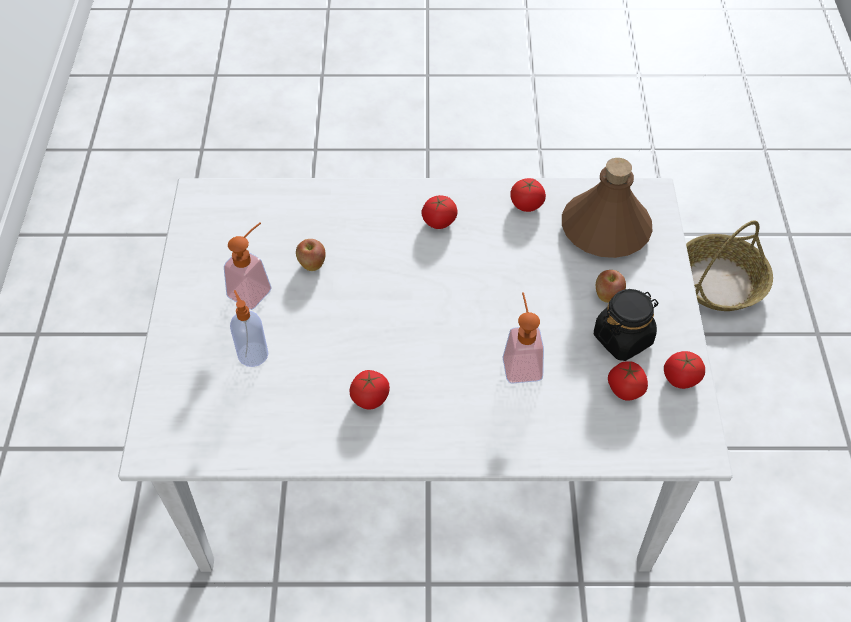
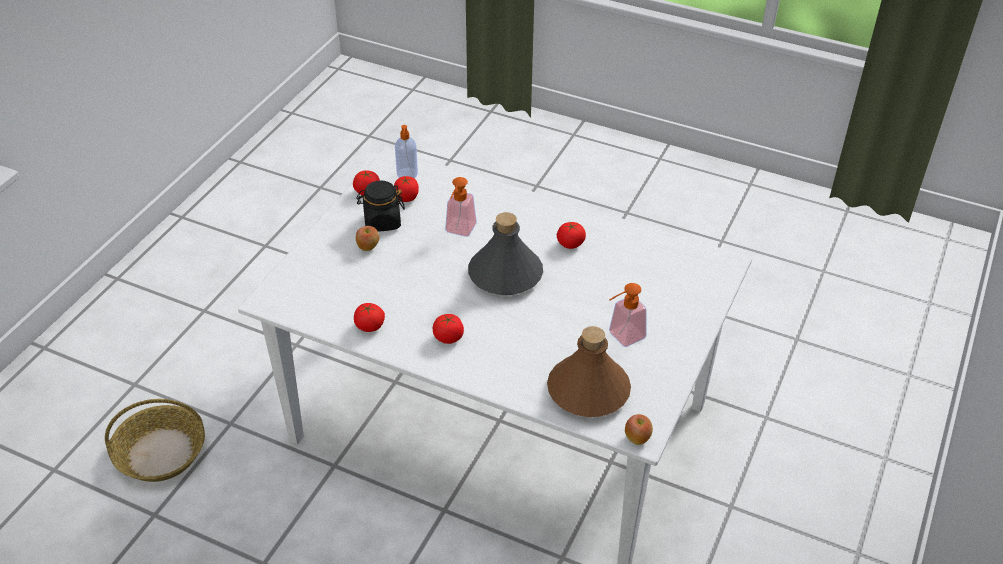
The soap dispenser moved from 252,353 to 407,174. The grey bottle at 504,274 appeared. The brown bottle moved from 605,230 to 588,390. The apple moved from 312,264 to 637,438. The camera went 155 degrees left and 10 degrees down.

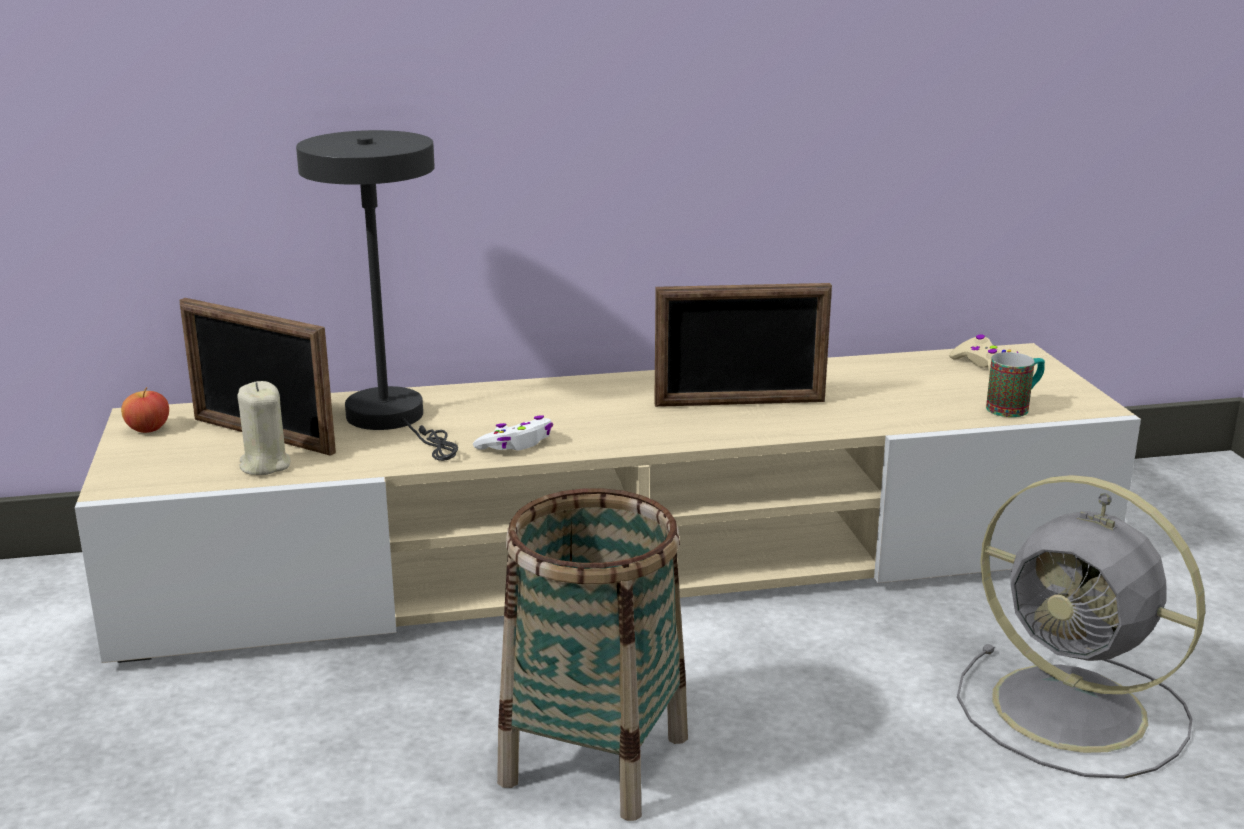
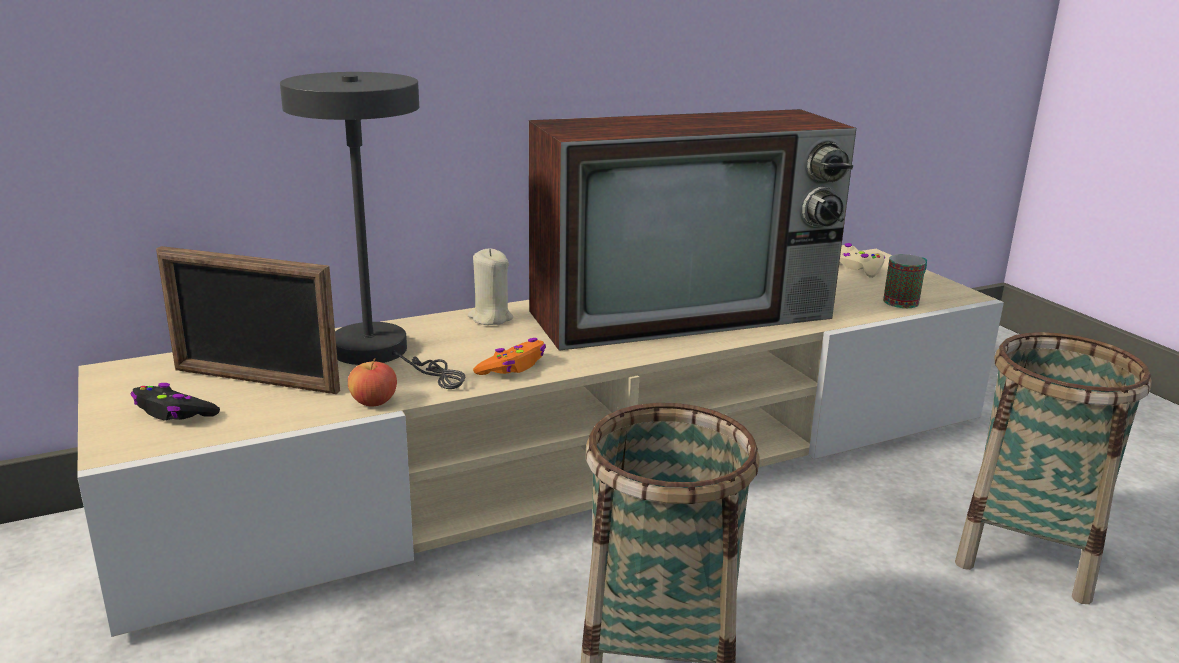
The black game controller at 174,413 appeared. The apple moved from 148,429 to 373,402. The beige candle moved from 264,465 to 490,318. The white game controller at 517,444 became the orange game controller at 513,367. The picture frame at 739,403 was replaced by the television at 685,313. The grey fan at 1075,711 was replaced by the basket at 1028,553. The camera went 15 degrees left and 0 degrees up.

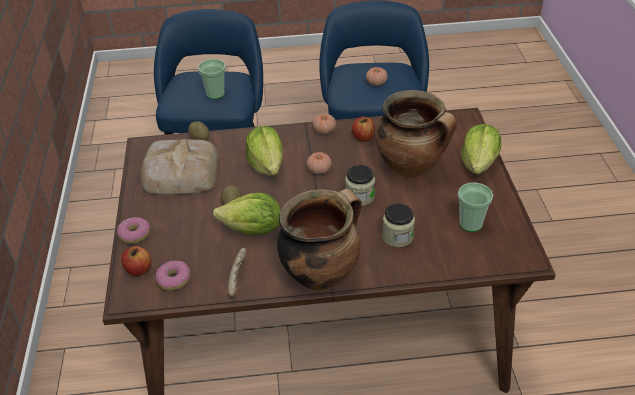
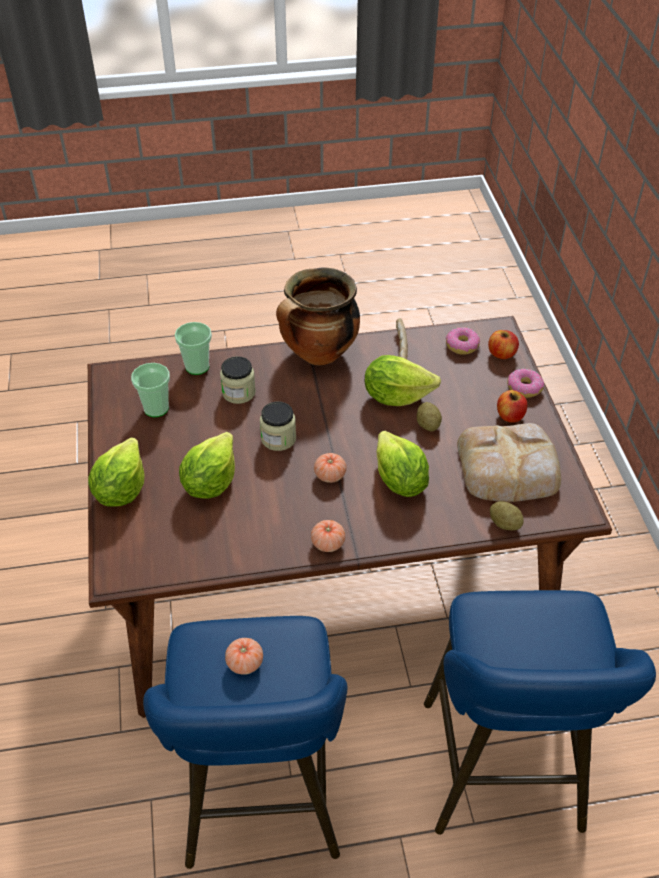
The cup moved from 215,94 to 197,366. The cooking pot at 411,167 was replaced by the lettuce at 210,482. The apple moved from 363,137 to 510,416. The camera went 175 degrees right and 5 degrees up.

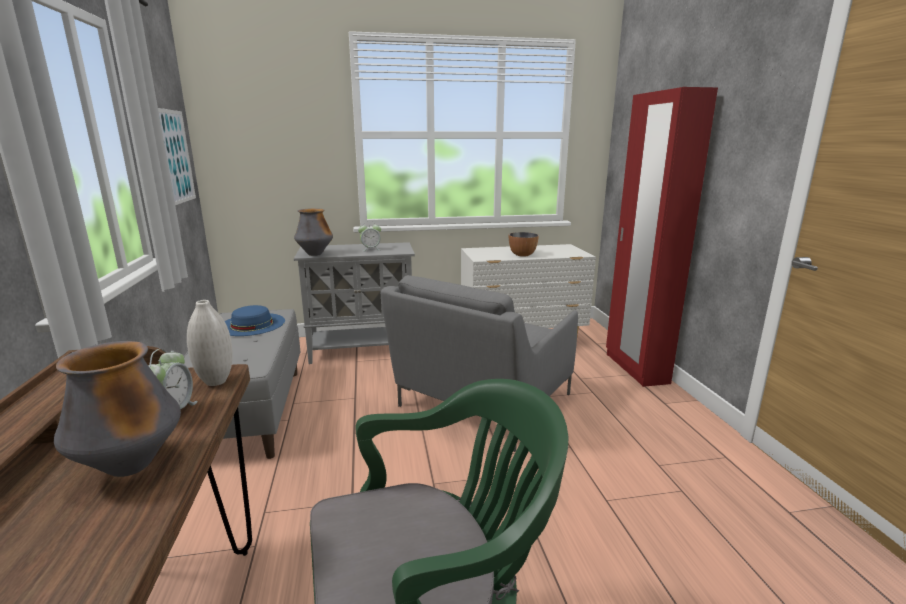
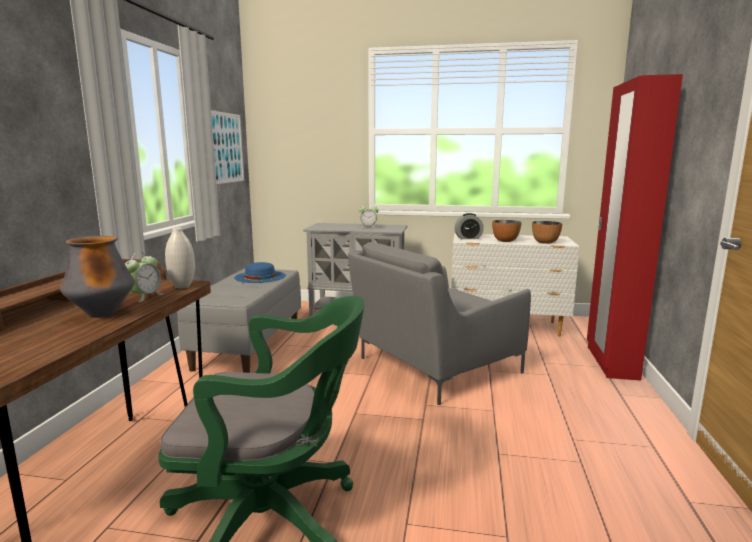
The alarm clock at 468,238 appeared. The bowl at 545,242 appeared. The vase at 315,254 disappeared. The camera went 20 degrees right and 5 degrees down.

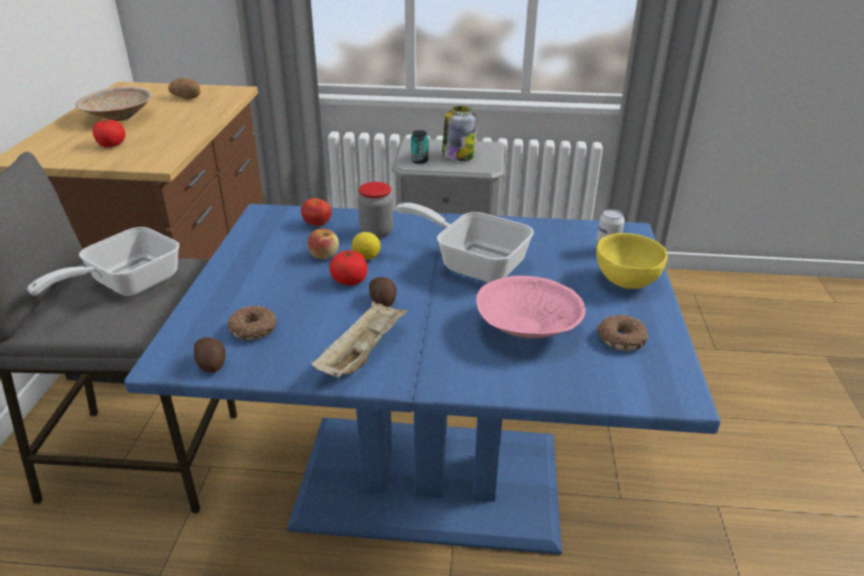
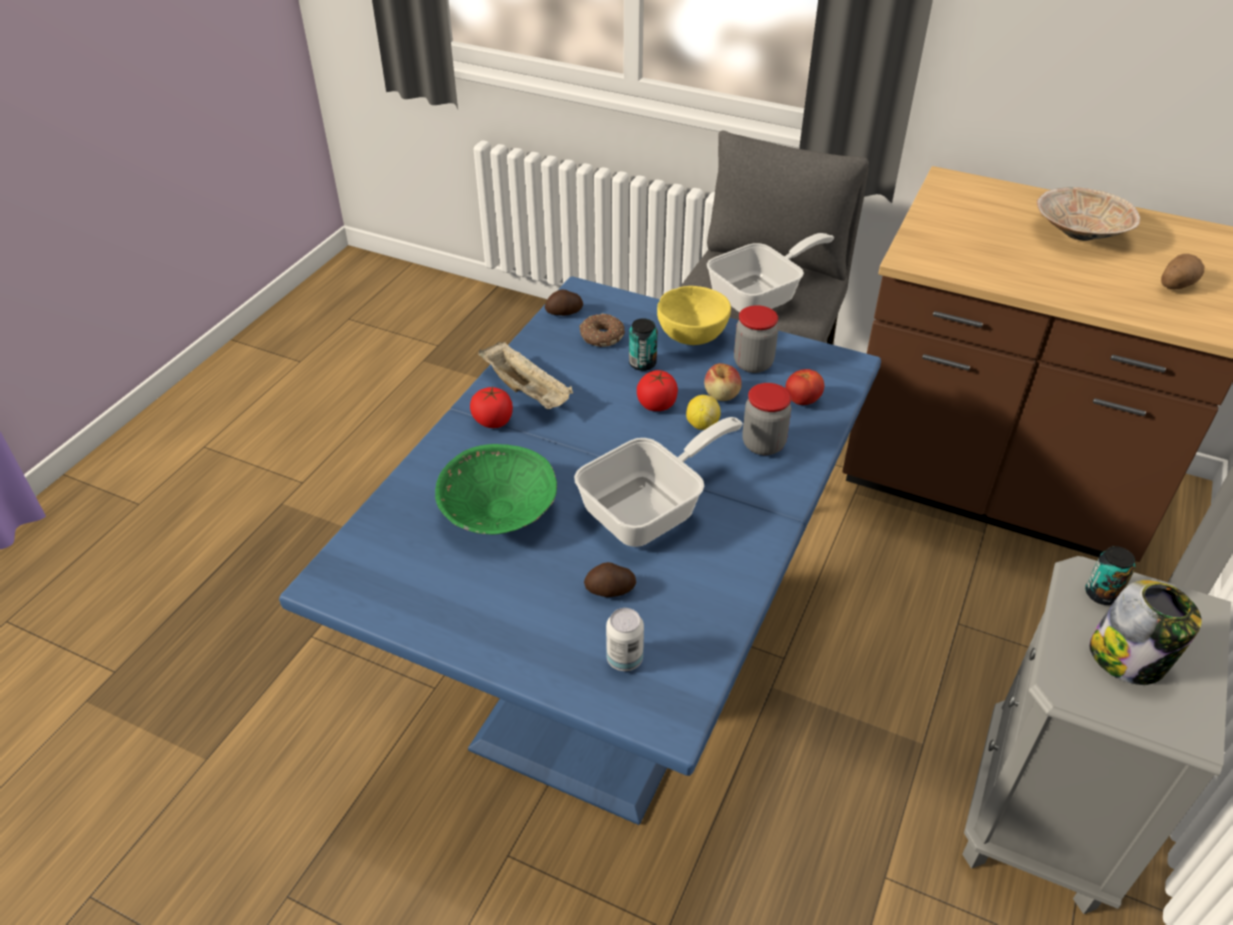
The pink bowl at 528,328 became the green bowl at 498,512. The tomato moved from 112,145 to 493,421. The potato moved from 383,300 to 610,590. The can at 642,363 appeared. The yellow bowl moved from 625,281 to 691,336. The frying pan at 126,285 turned 90 degrees clockwise. The jar at 753,363 appeared. The donut at 620,339 disappeared. The camera went 110 degrees right and 10 degrees up.

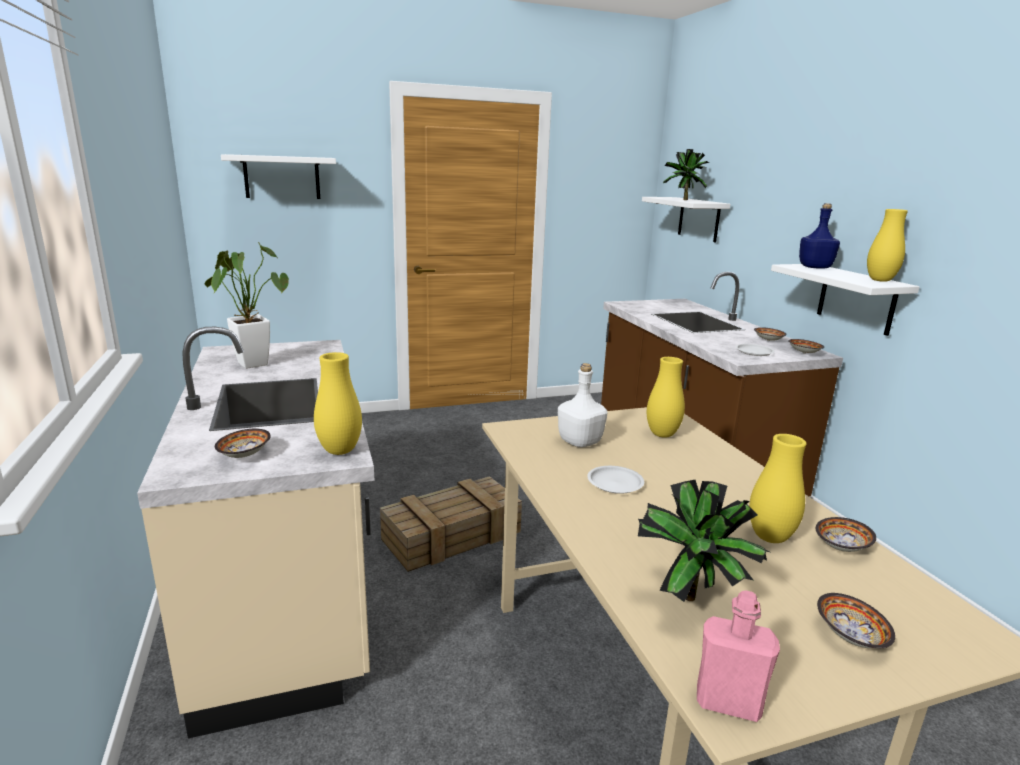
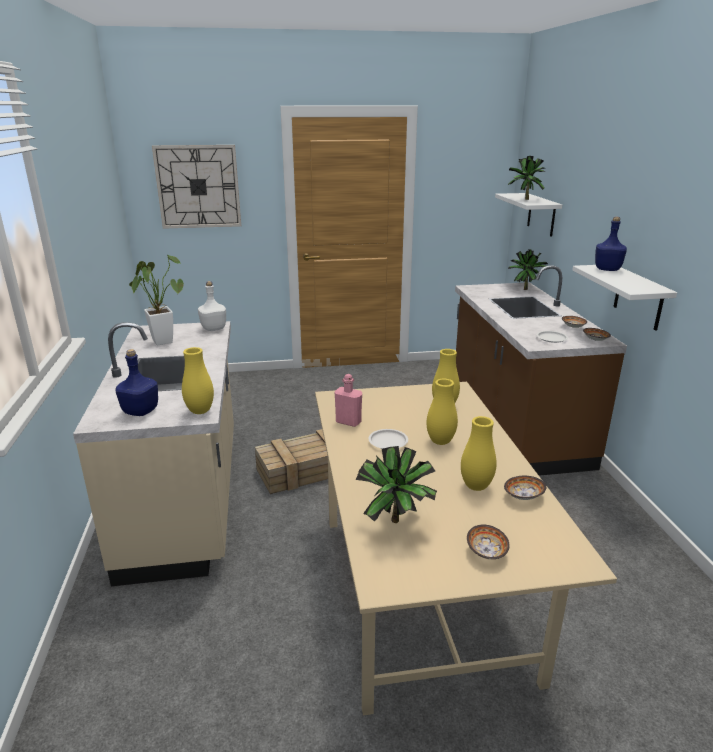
The bowl at 246,455 was replaced by the blue bottle at 141,411. The white shelf at 282,177 was replaced by the wall clock at 198,187. The white bottle moved from 579,442 to 213,328. The pink bottle moved from 728,703 to 348,422. The yellow vase moved from 880,280 to 440,441. The potted plant at 524,289 appeared. The camera went 10 degrees right and 5 degrees up.

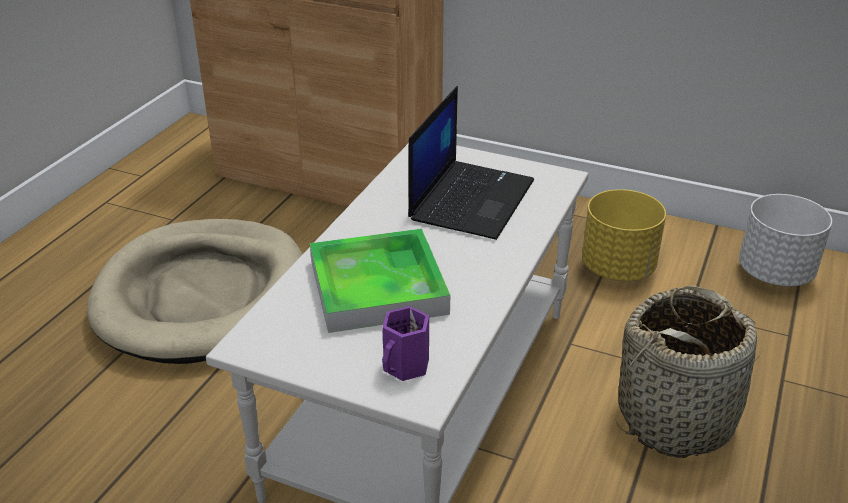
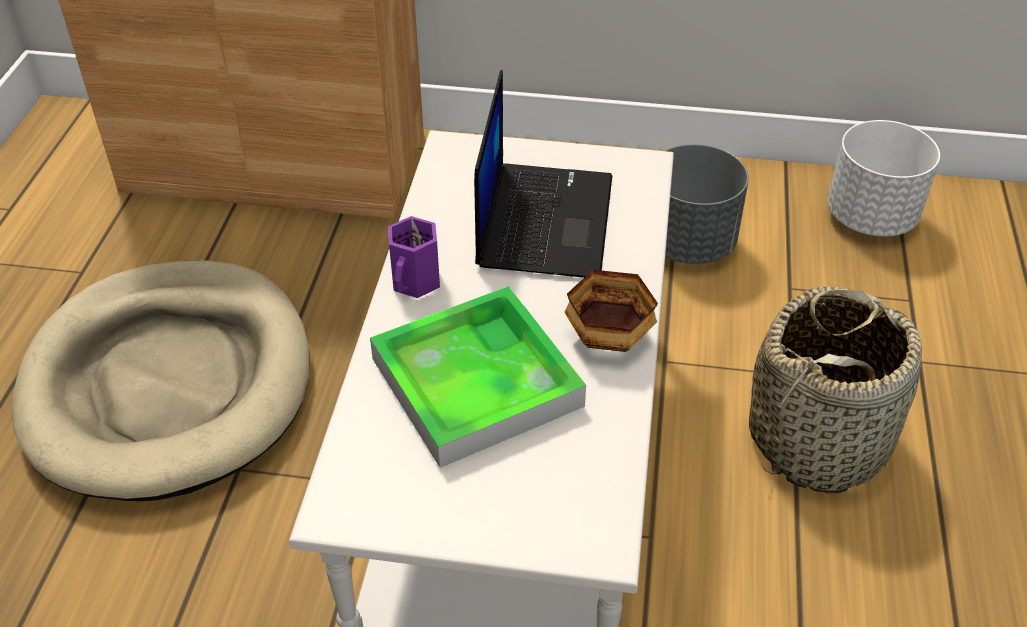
The purple mug moved from 406,366 to 416,282. The bowl at 606,336 appeared. The yellow planter at 618,268 became the grey planter at 689,243. The camera went 15 degrees left and 10 degrees up.

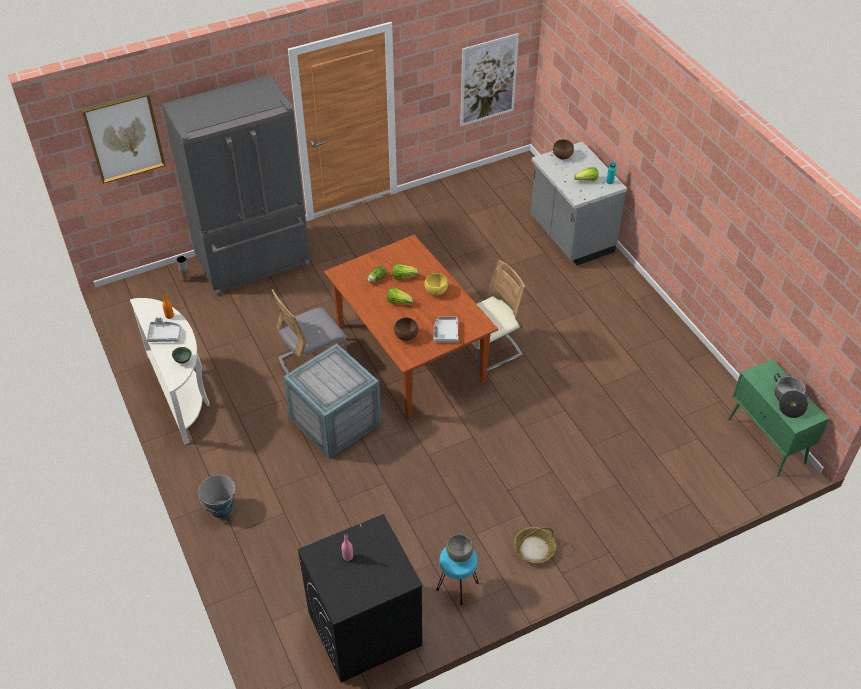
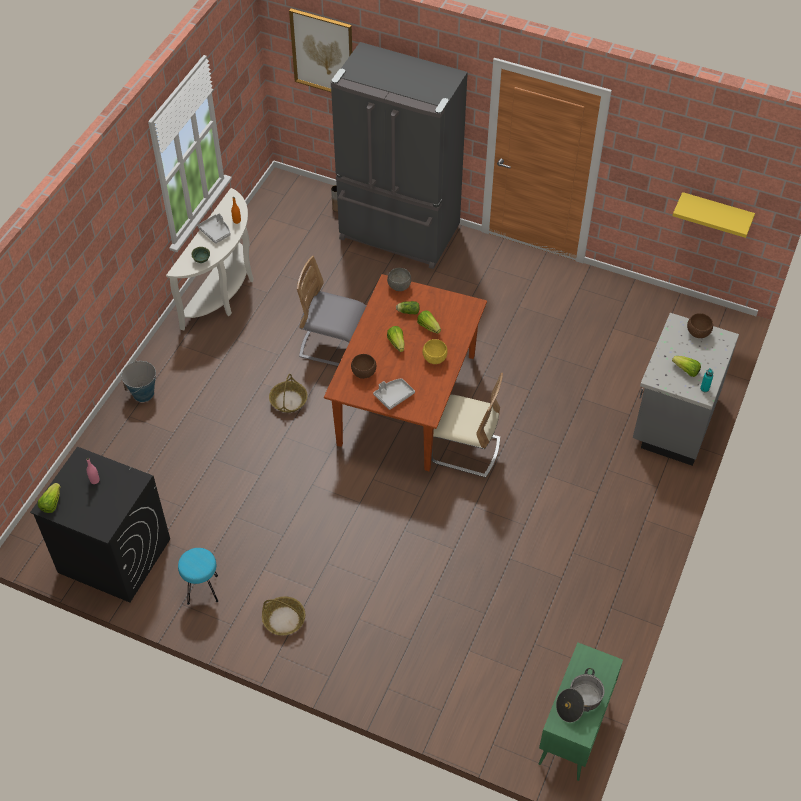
The lettuce at 51,503 appeared. The crate at 334,420 was replaced by the basket at 288,400. The grey bowl moved from 459,555 to 399,287. The picture at 488,80 was replaced by the yellow shelf at 716,212. The camera went 50 degrees right and 5 degrees up.

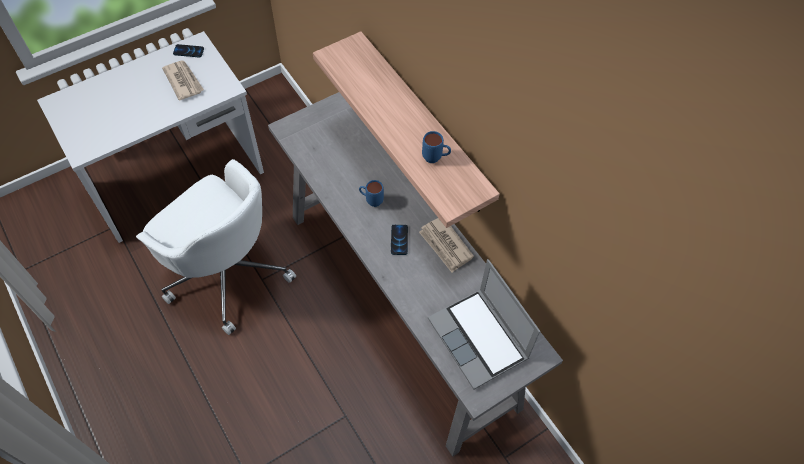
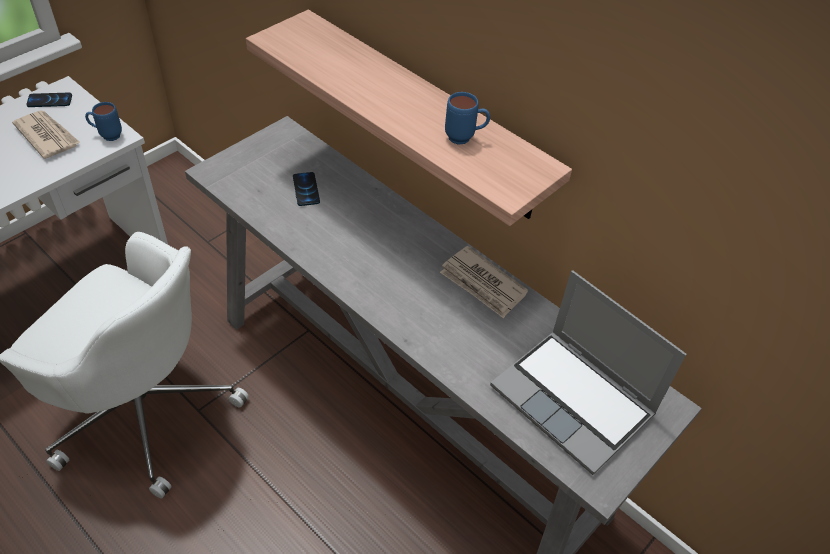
The blue mug moved from 371,200 to 107,135. The phone moved from 399,240 to 306,189. The camera went 15 degrees left and 10 degrees down.

